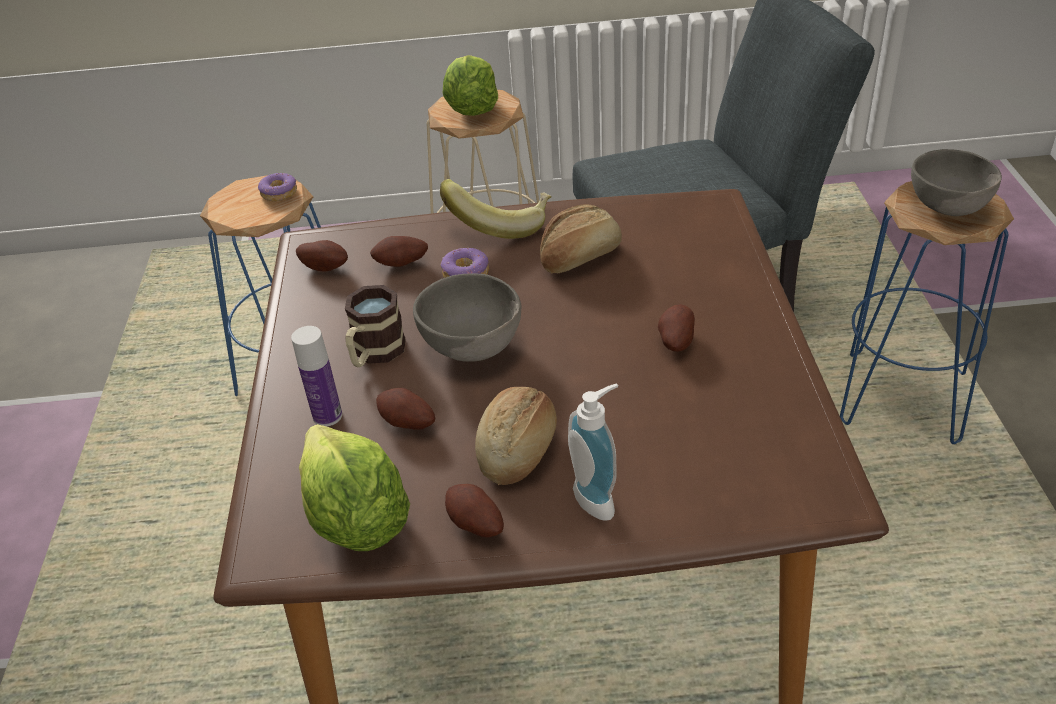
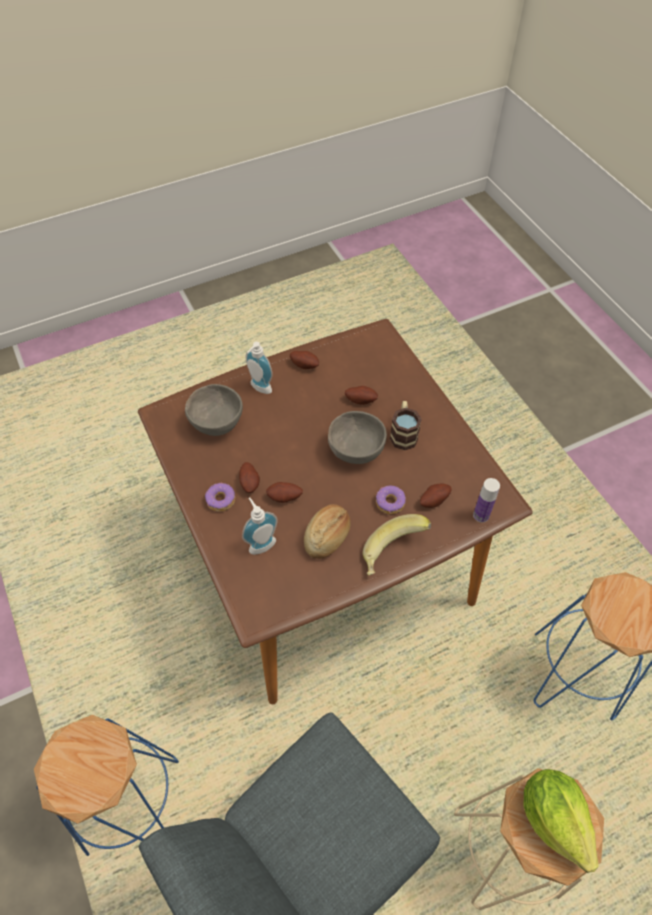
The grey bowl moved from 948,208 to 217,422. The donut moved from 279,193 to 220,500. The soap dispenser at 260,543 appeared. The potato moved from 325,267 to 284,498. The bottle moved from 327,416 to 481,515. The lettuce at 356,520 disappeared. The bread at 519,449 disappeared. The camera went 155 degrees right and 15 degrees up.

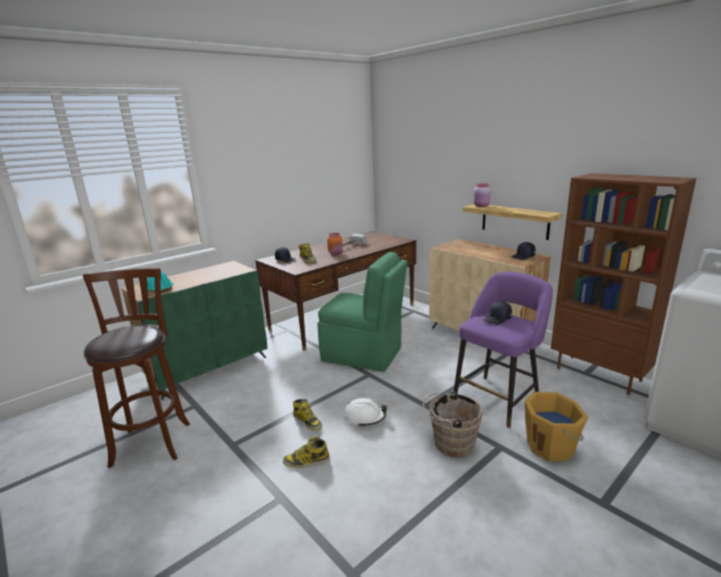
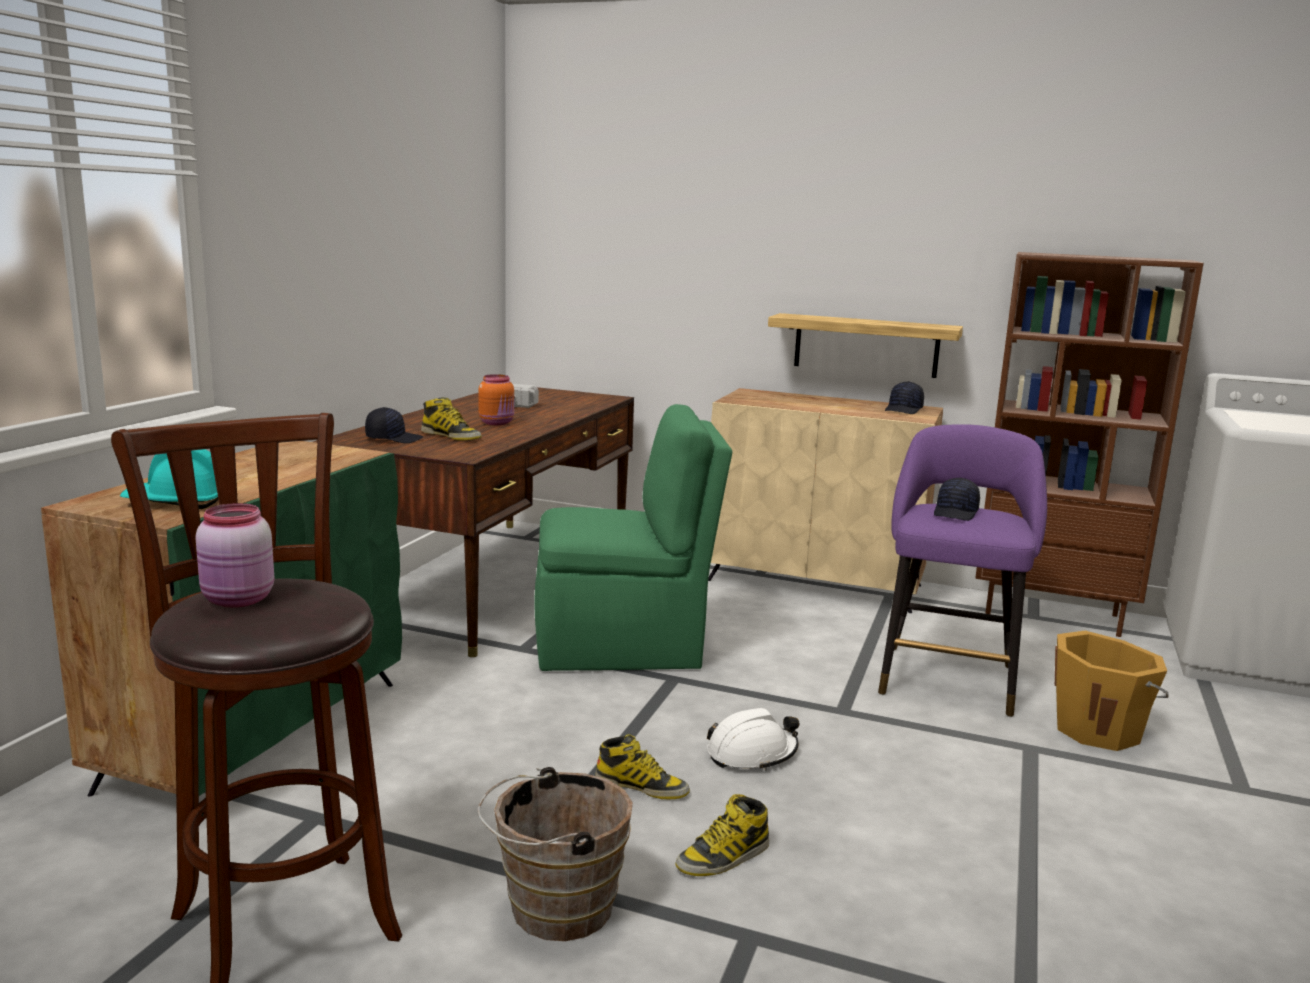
The pink jar moved from 481,206 to 238,600. The brown bucket moved from 450,443 to 553,908. The camera went 30 degrees left and 5 degrees down.

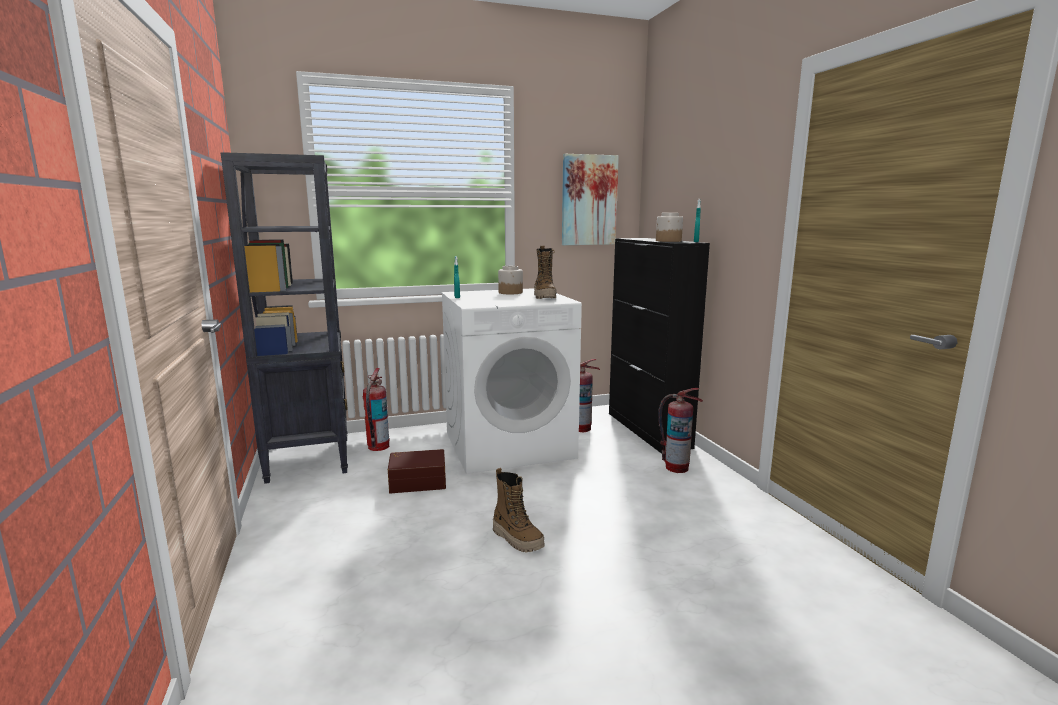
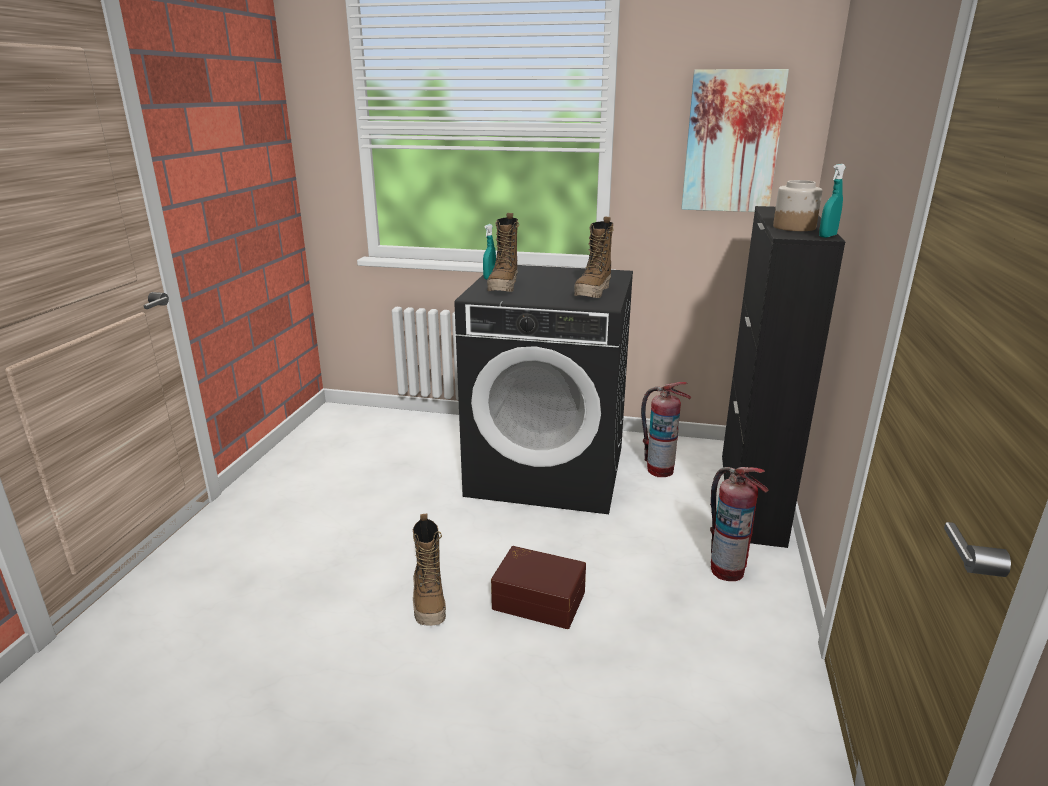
The white washing machine at 509,445 became the black washing machine at 548,470. The boot at 504,287 appeared. The brown storage box moved from 418,481 to 539,599. The black bookcase at 309,457 disappeared. The fire extinguisher at 378,447 disappeared. The jar at 510,292 disappeared. The camera went 30 degrees right and 10 degrees up.

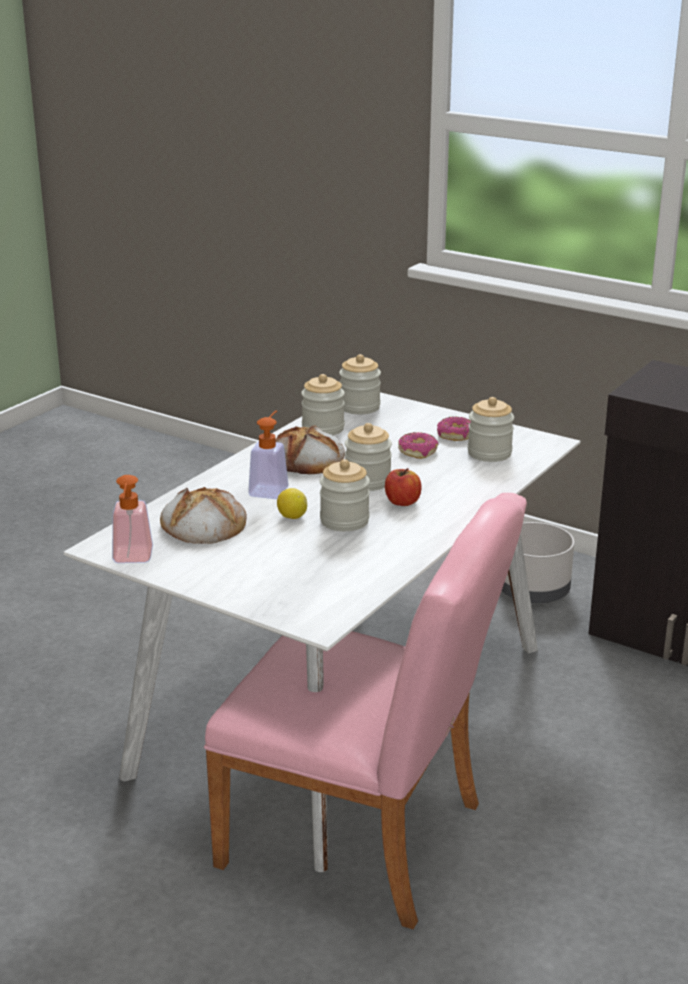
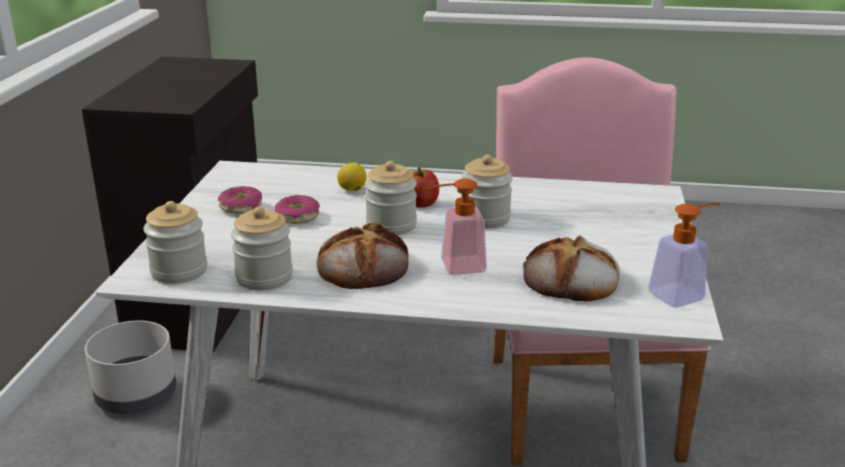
The lemon moved from 292,517 to 352,190. The jar at 489,453 disappeared. The camera went 115 degrees left and 0 degrees up.

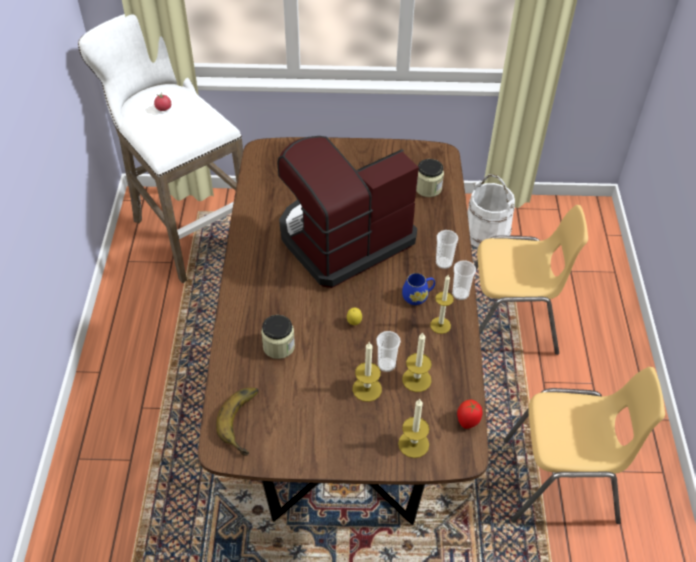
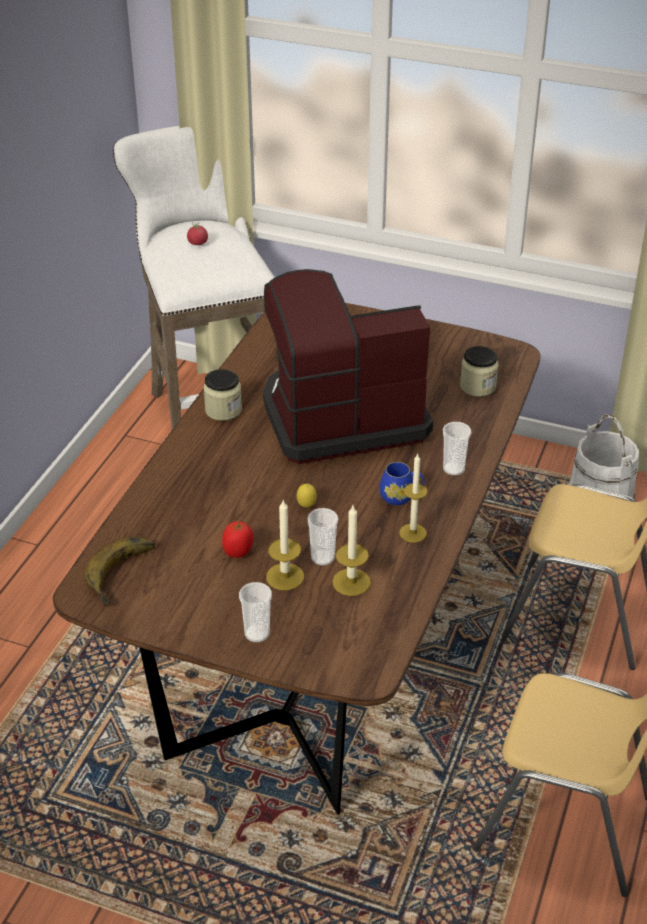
The jar moved from 278,346 to 223,410. The tomato moved from 468,421 to 238,552. The cup moved from 460,294 to 257,634. The candle at 413,444 disappeared. The camera went 20 degrees right and 10 degrees down.

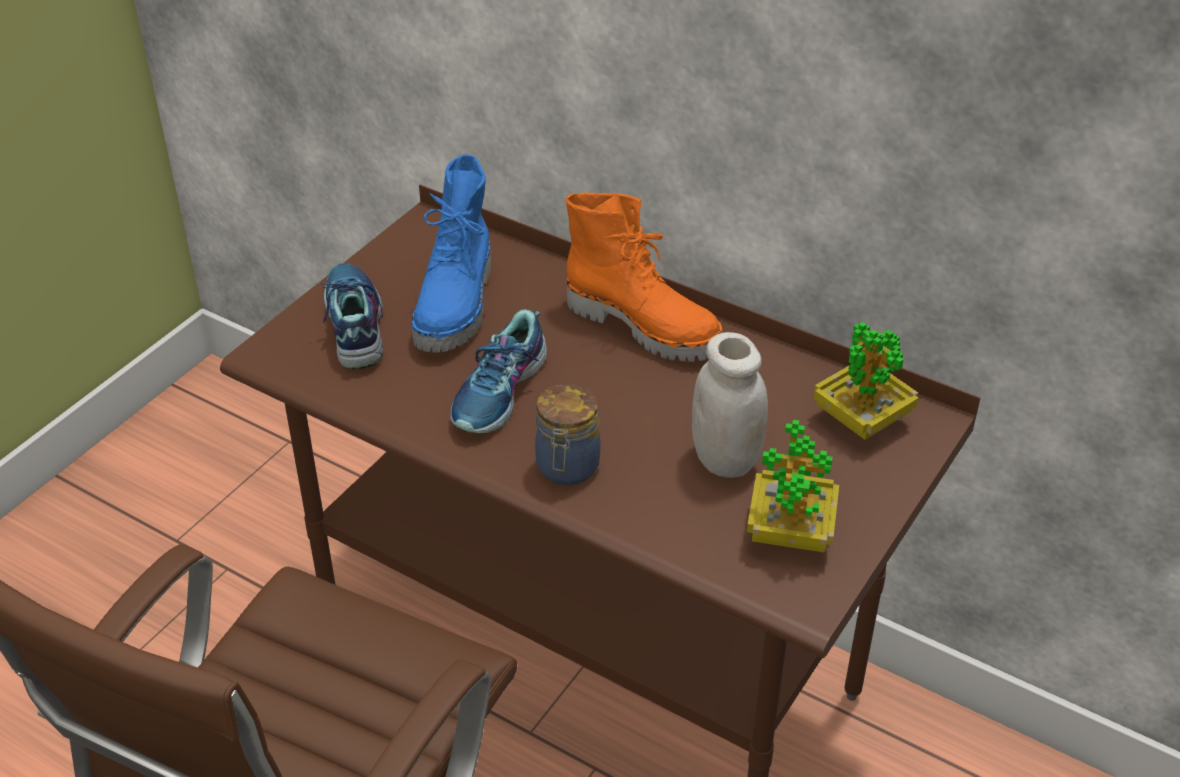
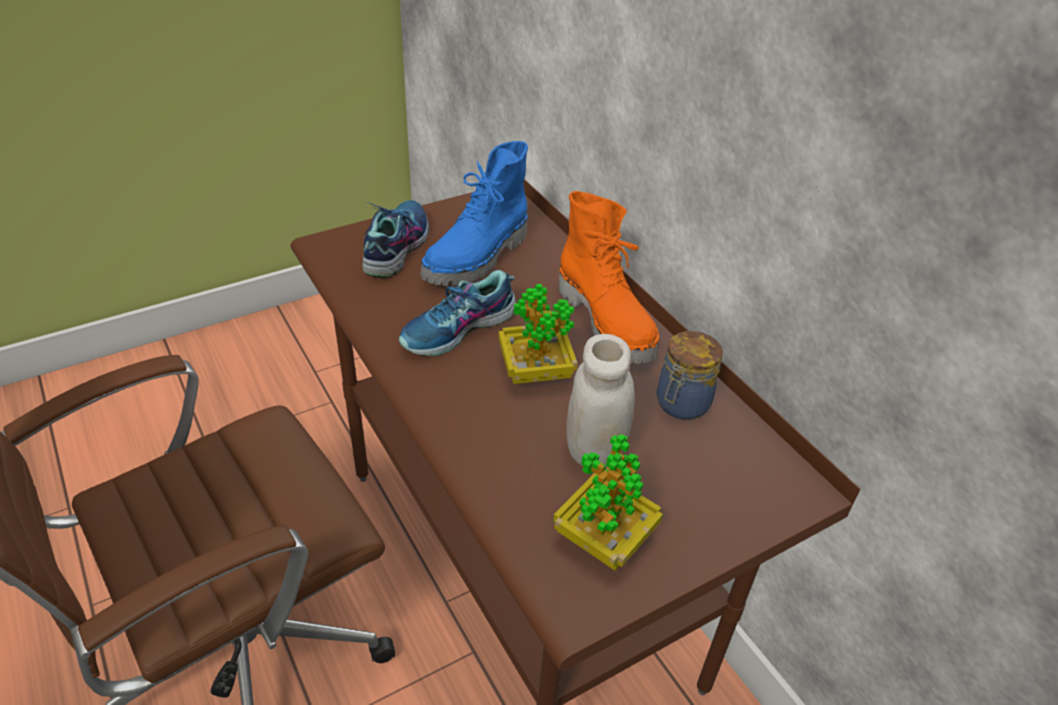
The potted plant moved from 861,420 to 535,371. The jar moved from 567,468 to 681,404. The camera went 25 degrees right and 0 degrees up.

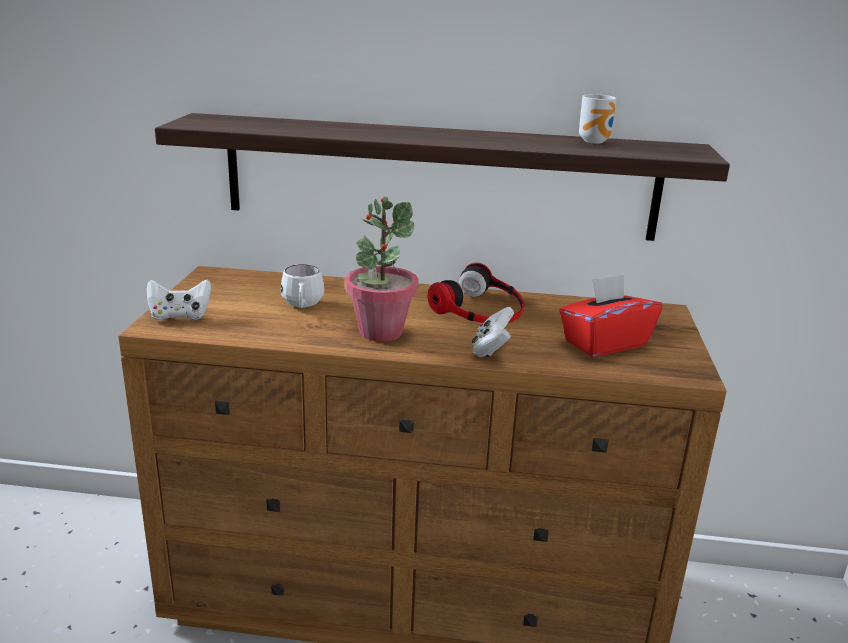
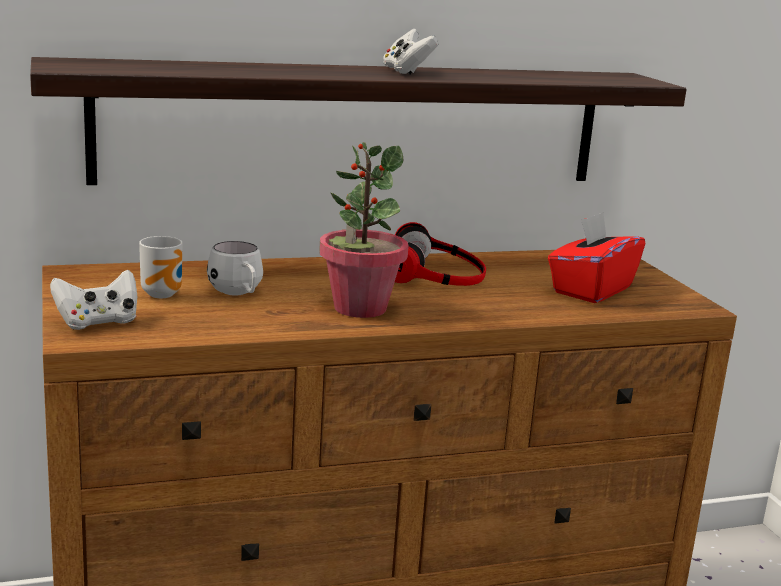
The mug moved from 596,141 to 164,294. The white game controller moved from 491,349 to 407,72. The camera went 25 degrees left and 5 degrees down.

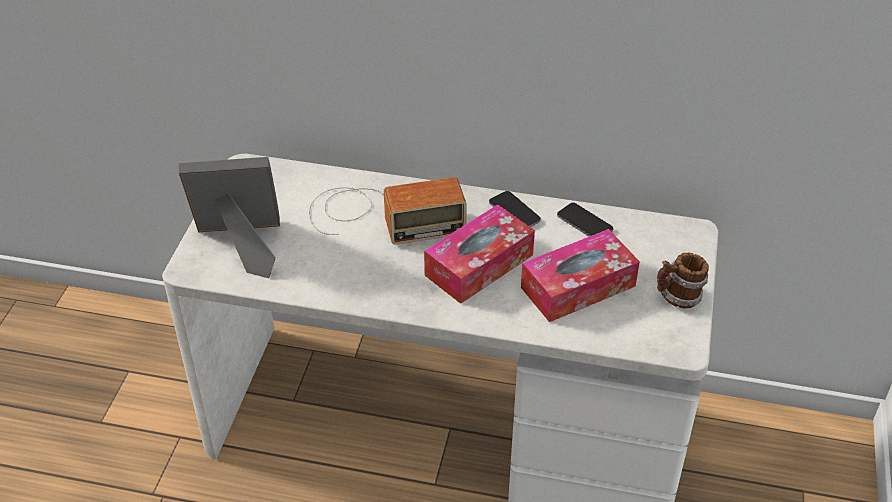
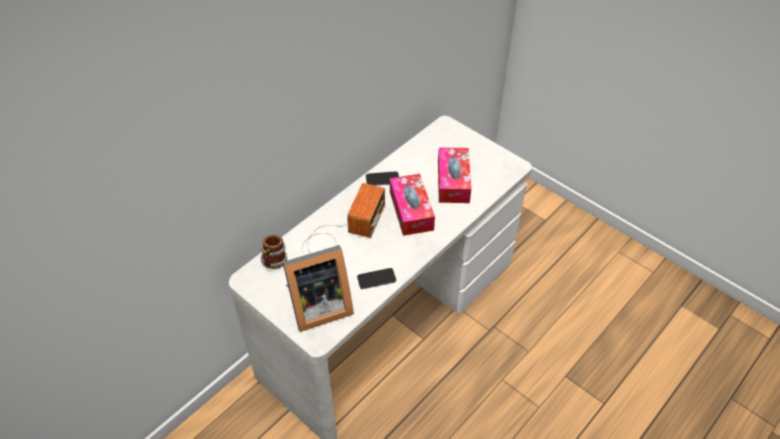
The mug moved from 678,298 to 274,262. The picture frame at 242,245 turned 135 degrees counterclockwise. The phone moved from 584,223 to 376,279. The camera went 60 degrees left and 5 degrees up.

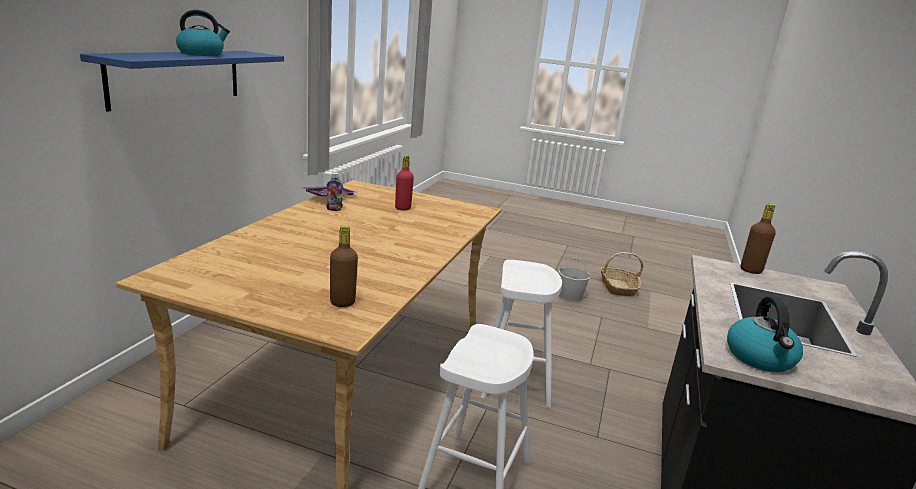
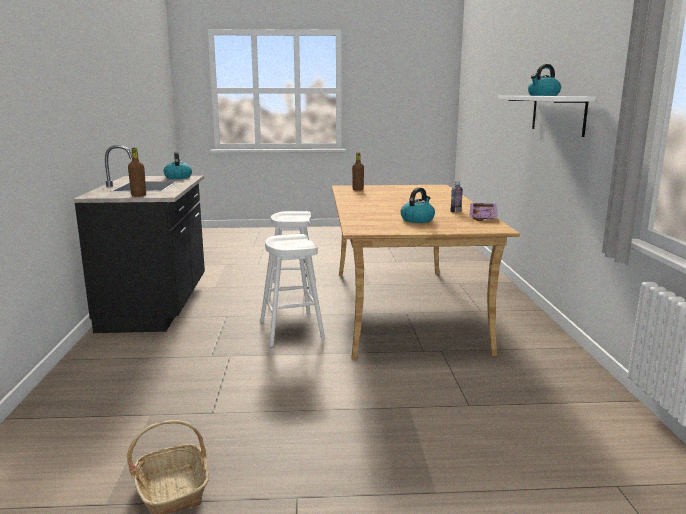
The red bottle at 403,208 was replaced by the kettle at 417,220. The blue shelf at 177,77 became the white shelf at 557,114. The white bucket at 569,296 disappeared. The camera went 160 degrees right and 5 degrees down.

